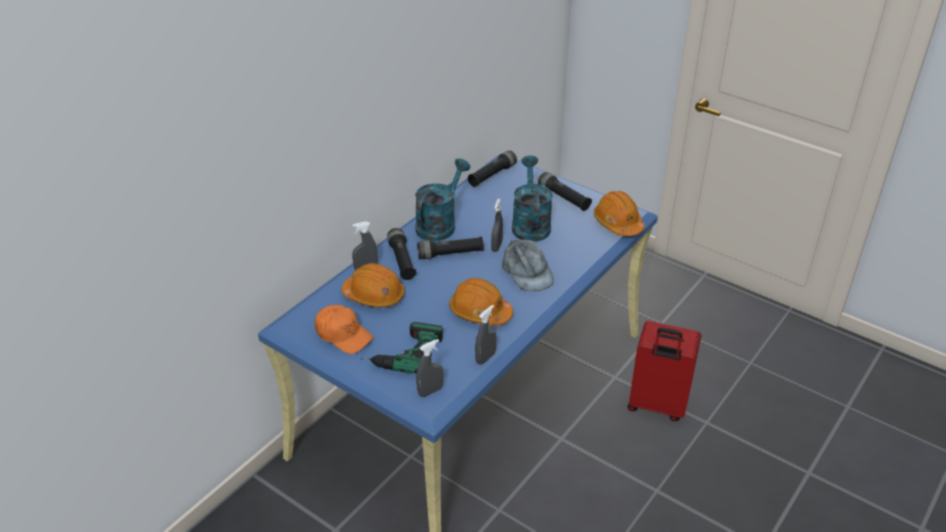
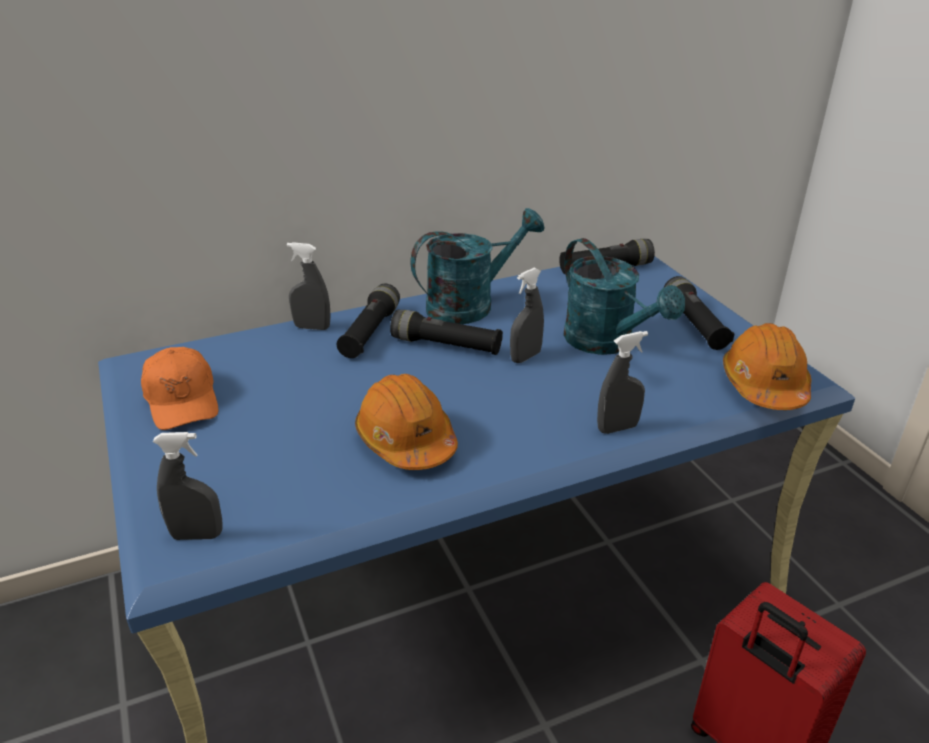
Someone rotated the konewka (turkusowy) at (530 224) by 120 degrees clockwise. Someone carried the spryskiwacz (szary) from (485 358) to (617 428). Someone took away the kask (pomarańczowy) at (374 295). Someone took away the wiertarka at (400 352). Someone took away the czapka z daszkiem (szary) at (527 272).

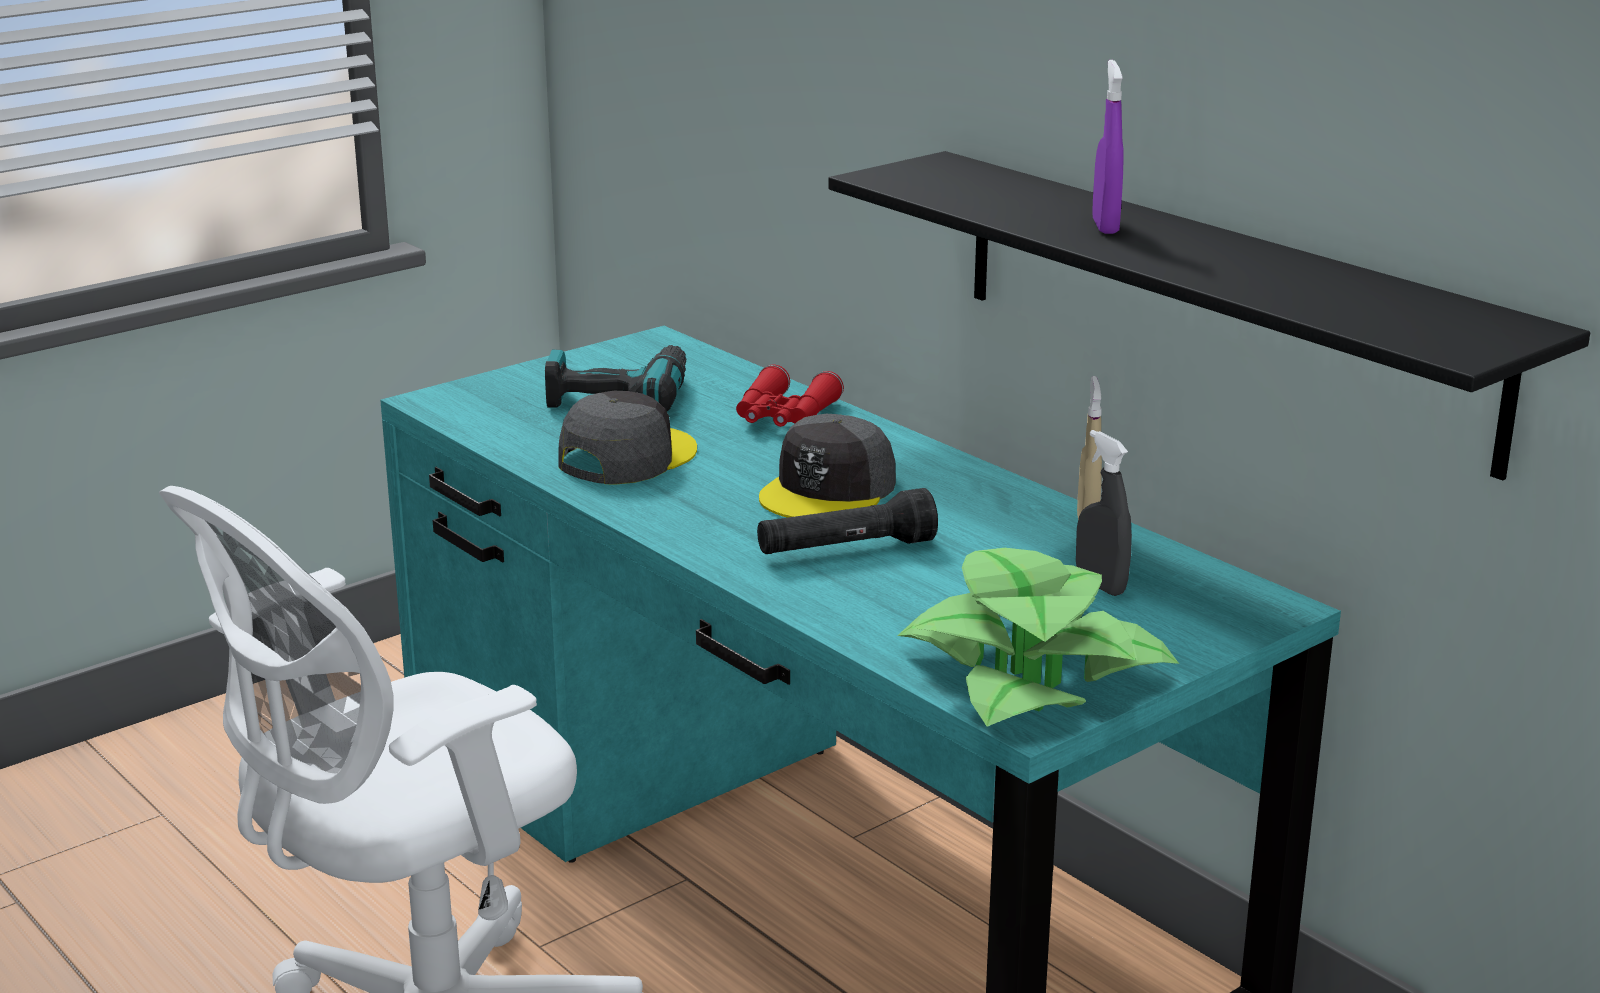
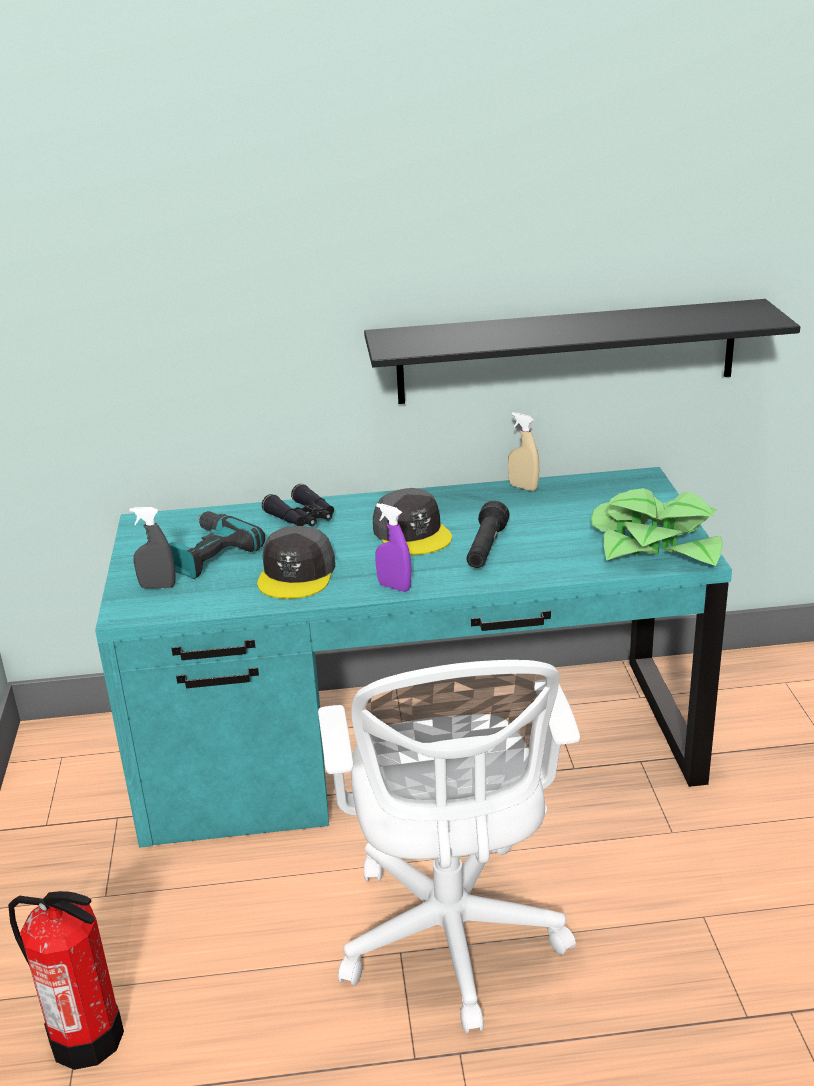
Someone put down the gaśnica at (86 1037). Someone carried the spryskiwacz (szary) from (1100 585) to (158 587). Someone rotated the czapka z daszkiem (szary) at (626 457) by 150 degrees counterclockwise. Someone repainted the lornetka (czerwony) at (784 416), which became the lornetka (czarny) at (303 518). Someone carried the spryskiwacz (fioletowy) from (1105 226) to (394 587).

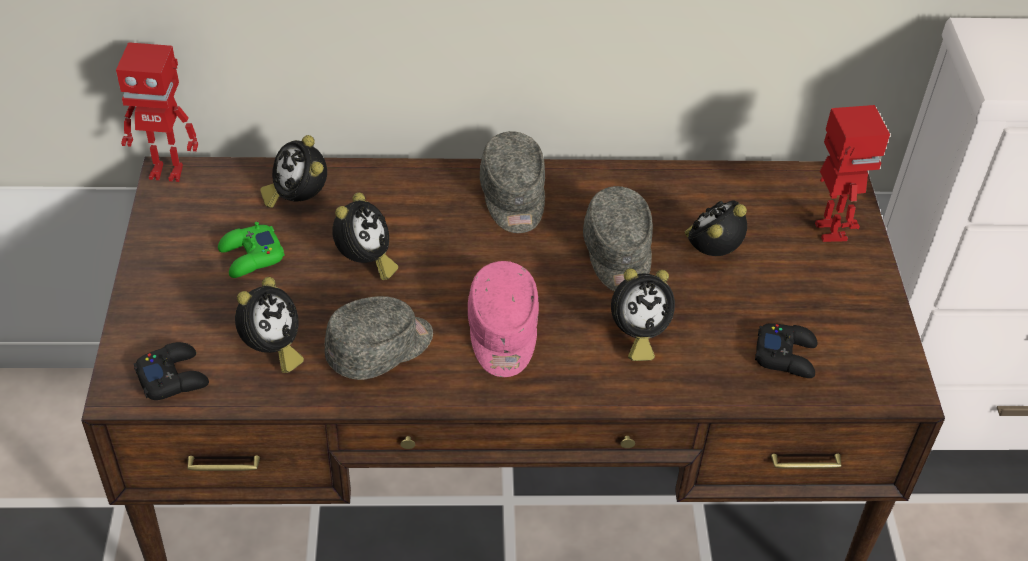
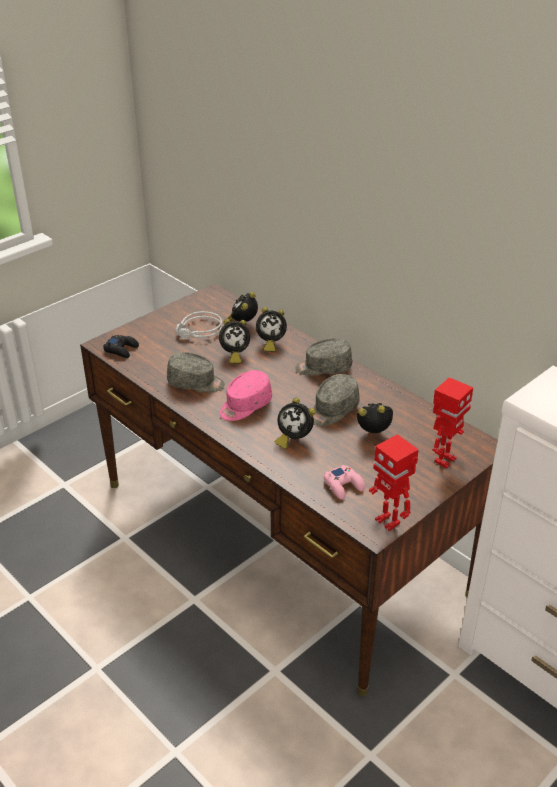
Someone swapped the pad do gier (zielony) at (251 257) for the słuchawki (szary) at (199 331). Someone carried the budzik from (271 350) to (270 343). Someone rotated the czapka z daszkiem (szary) at (513 197) by 45 degrees clockwise. Someone repainted the pad do gier (czarny) at (786 355), which became the pad do gier (różowy) at (344 486). Someone carried the robot zabawkowy from (167 171) to (388 521).

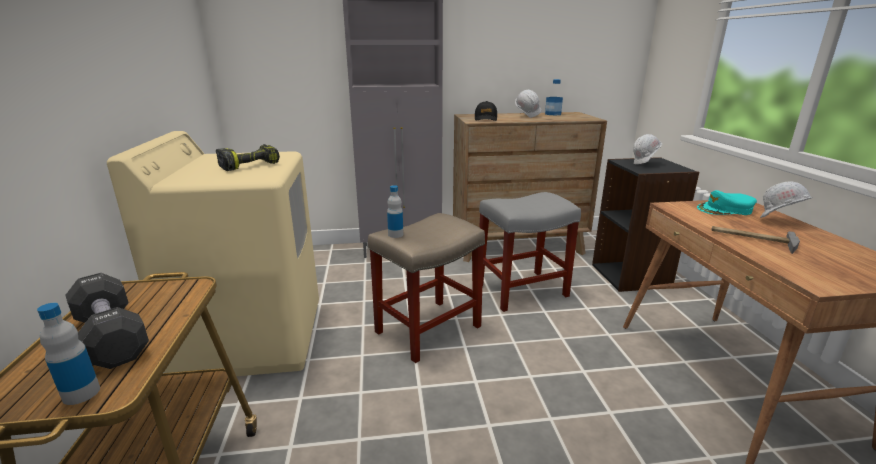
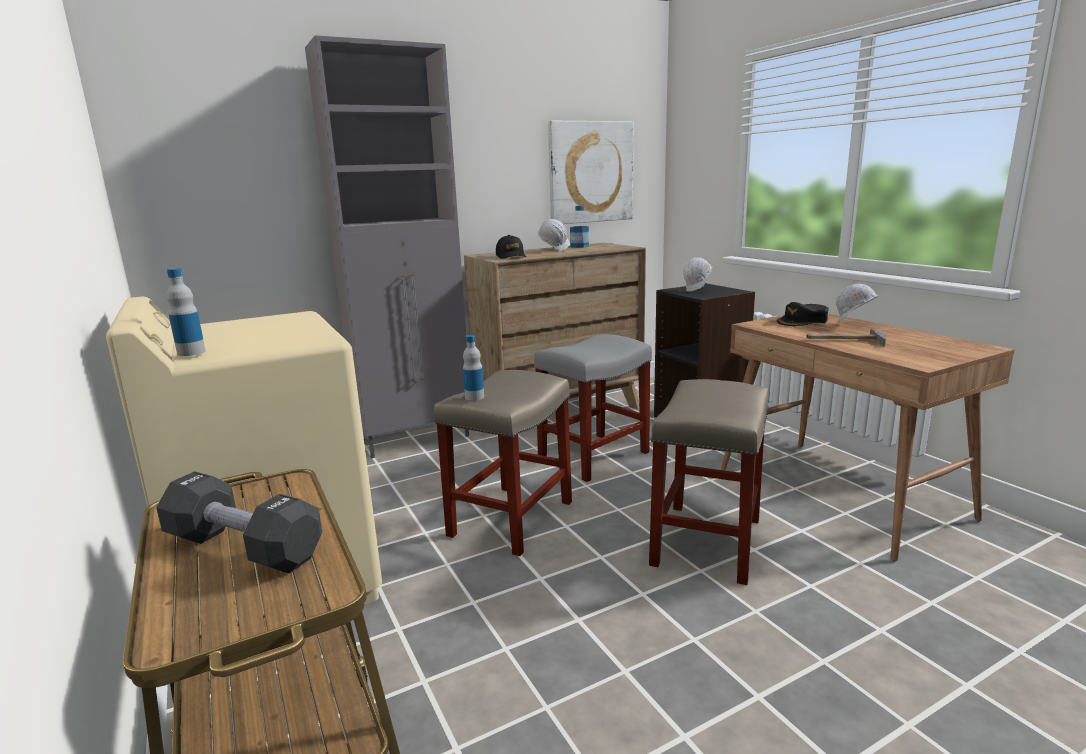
Someone carried the butelka from (81 393) to (191 352). Someone put up the obraz at (590 172). Someone put down the stołek (beżowy) at (706 540). Someone repainted the czapka z daszkiem (turkusowy) at (725 210), which became the czapka z daszkiem (czarny) at (802 321). Someone took away the wiertarka at (250 165).

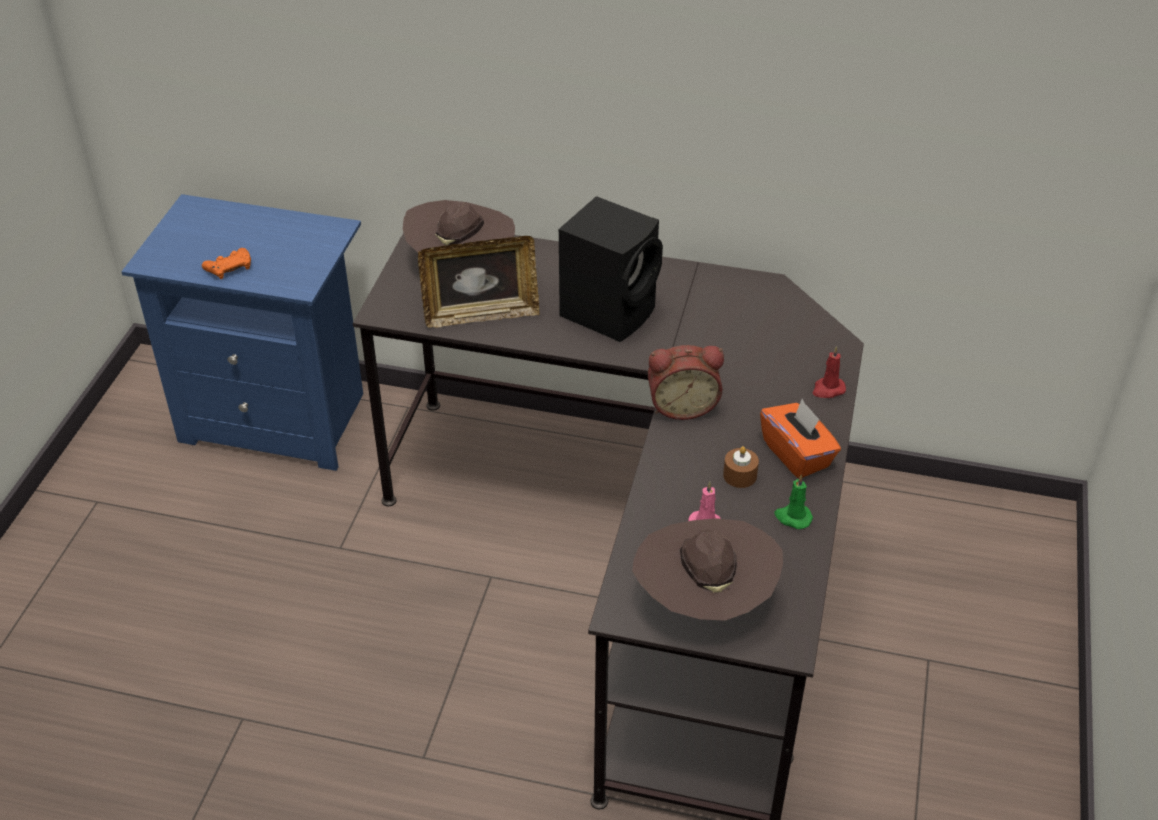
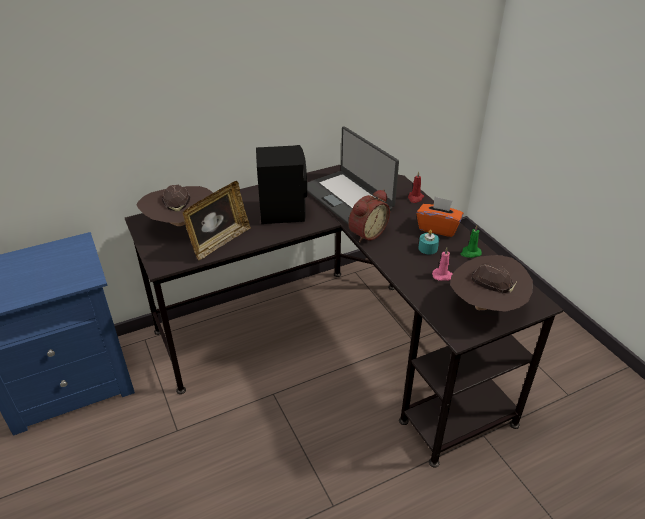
Someone put down the laptop at (347 197). Someone repainted the świeca (brązowy) at (740 475), which became the świeca (turkusowy) at (428 248). Someone took away the pad do gier (pomarańczowy) at (229 268).

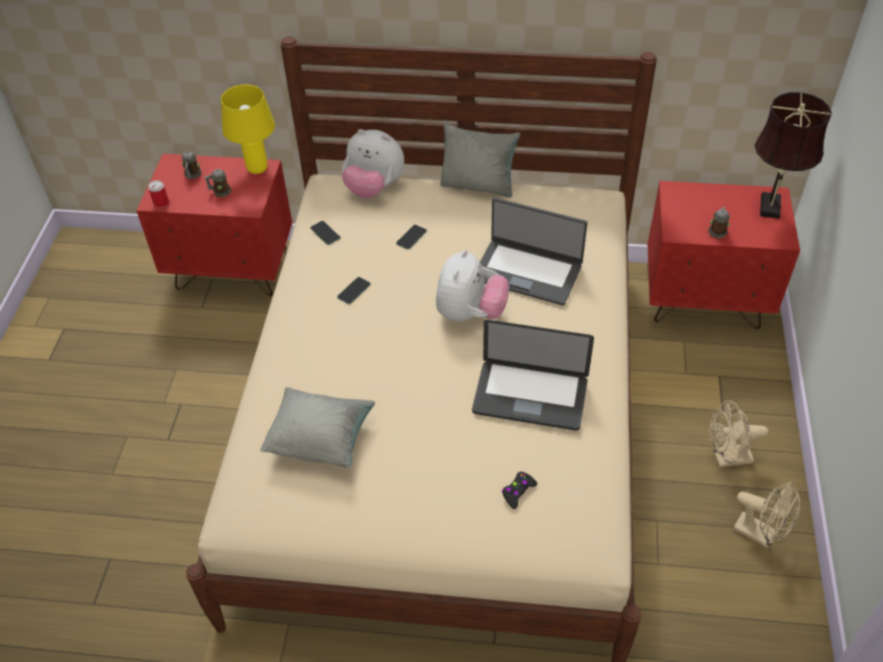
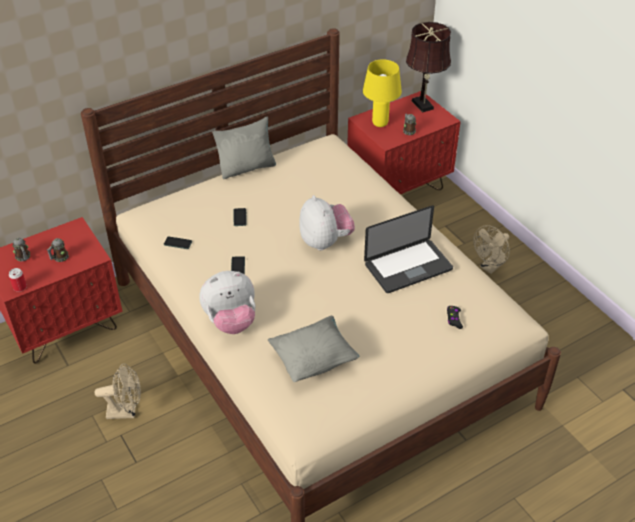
Someone carried the wentylator (beżowy) from (760 534) to (126 411). Someone carried the pluszak from (374 188) to (231 321). Someone carried the lampa stołowa (żółty) from (258 168) to (380 123). Someone took away the laptop at (527 271).

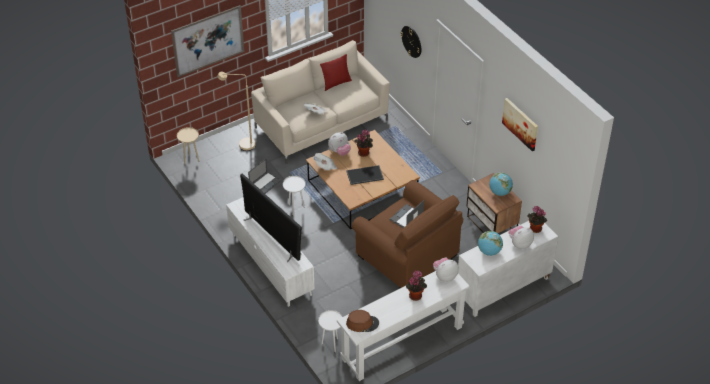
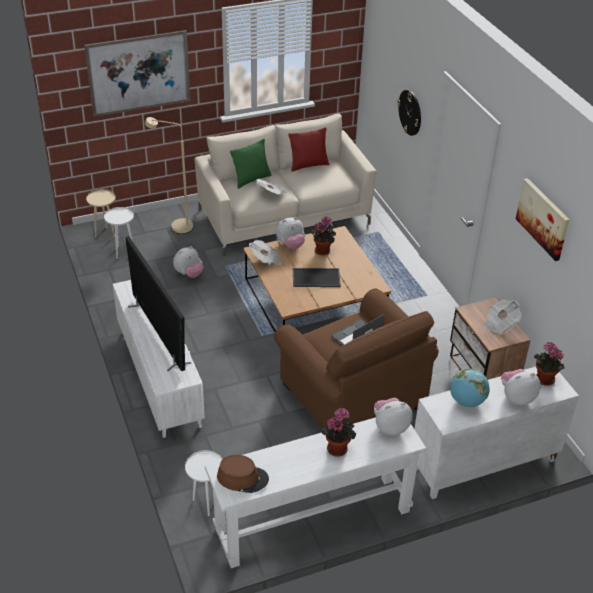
Someone carried the stolik (biały) from (295 209) to (123 252). Someone swapped the laptop at (265 183) for the pluszak at (189 274). Someone put down the poduszka (zielony) at (251 179). Someone swapped the globus at (500 192) for the gazeta at (499 324).

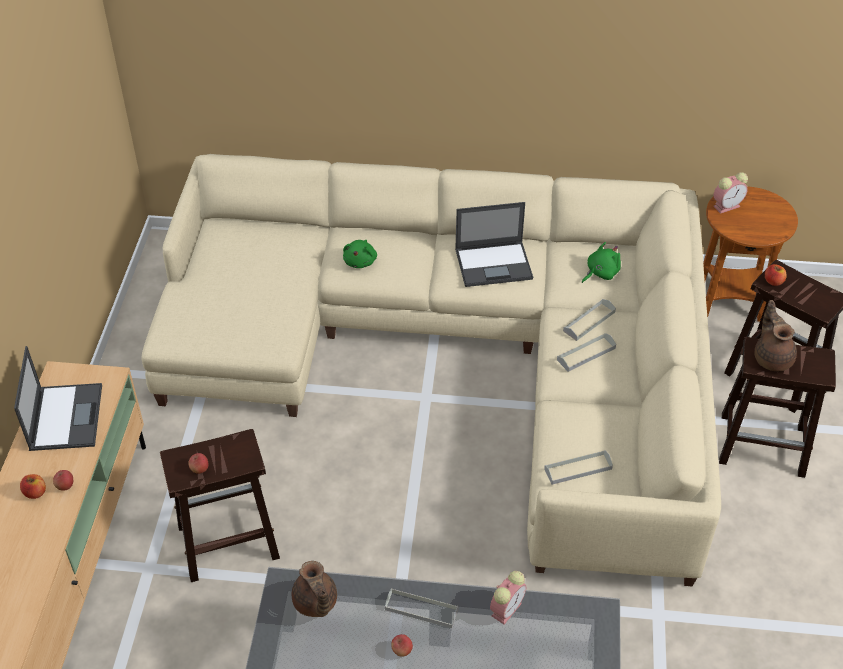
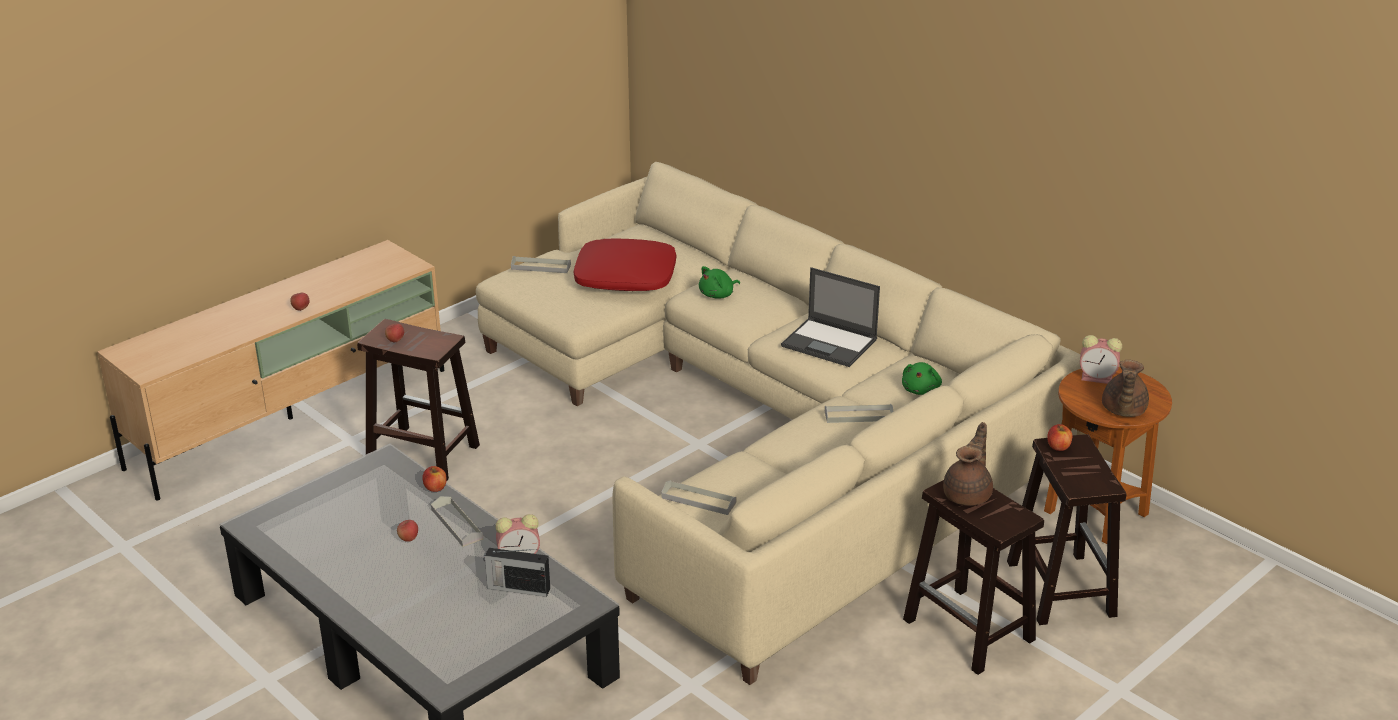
Someone carried the jabłko from (35 492) to (435 488). Someone put down the radio at (517 588). Someone carried the taca (szary) from (586 354) to (541 267). Someone put down the poduszka (czerwony) at (626 277). Someone rotated the pluszak (zielony) at (600 273) by 105 degrees clockwise. Someone carried the imbryk (brązowy) from (315 603) to (1122 410). Someone took away the laptop at (66 416).

